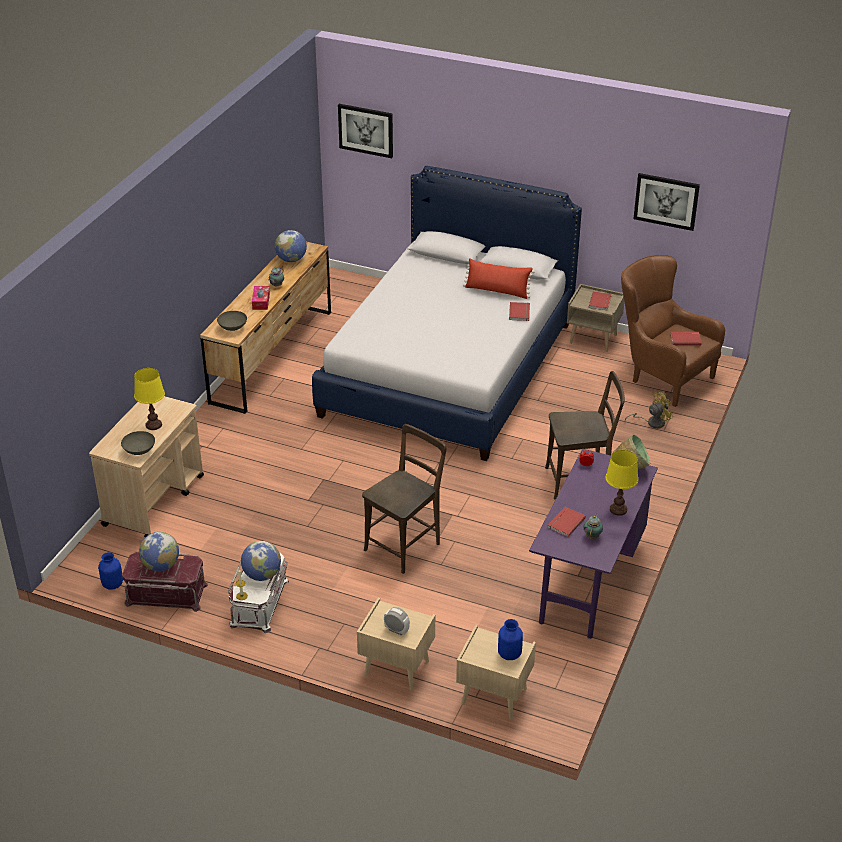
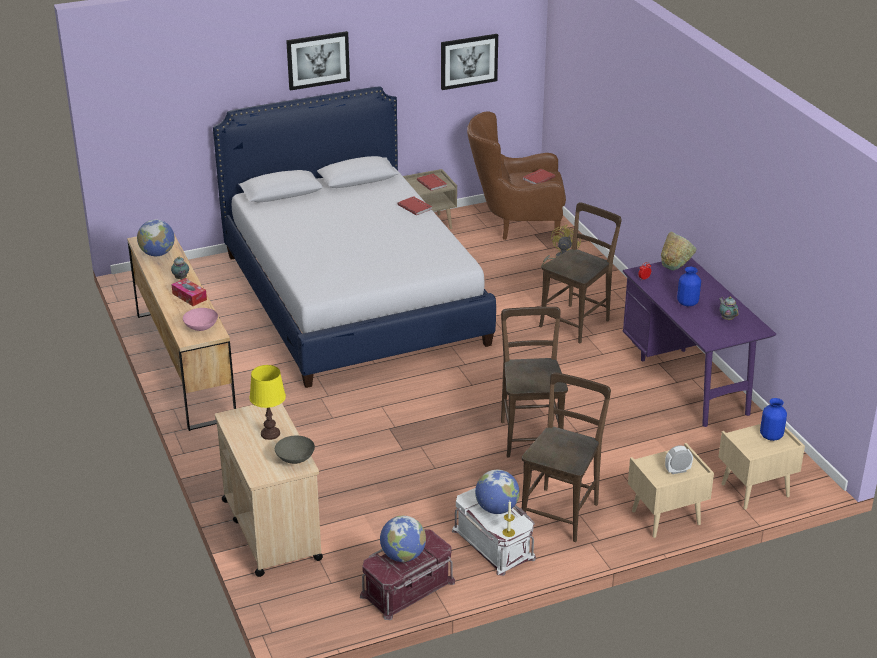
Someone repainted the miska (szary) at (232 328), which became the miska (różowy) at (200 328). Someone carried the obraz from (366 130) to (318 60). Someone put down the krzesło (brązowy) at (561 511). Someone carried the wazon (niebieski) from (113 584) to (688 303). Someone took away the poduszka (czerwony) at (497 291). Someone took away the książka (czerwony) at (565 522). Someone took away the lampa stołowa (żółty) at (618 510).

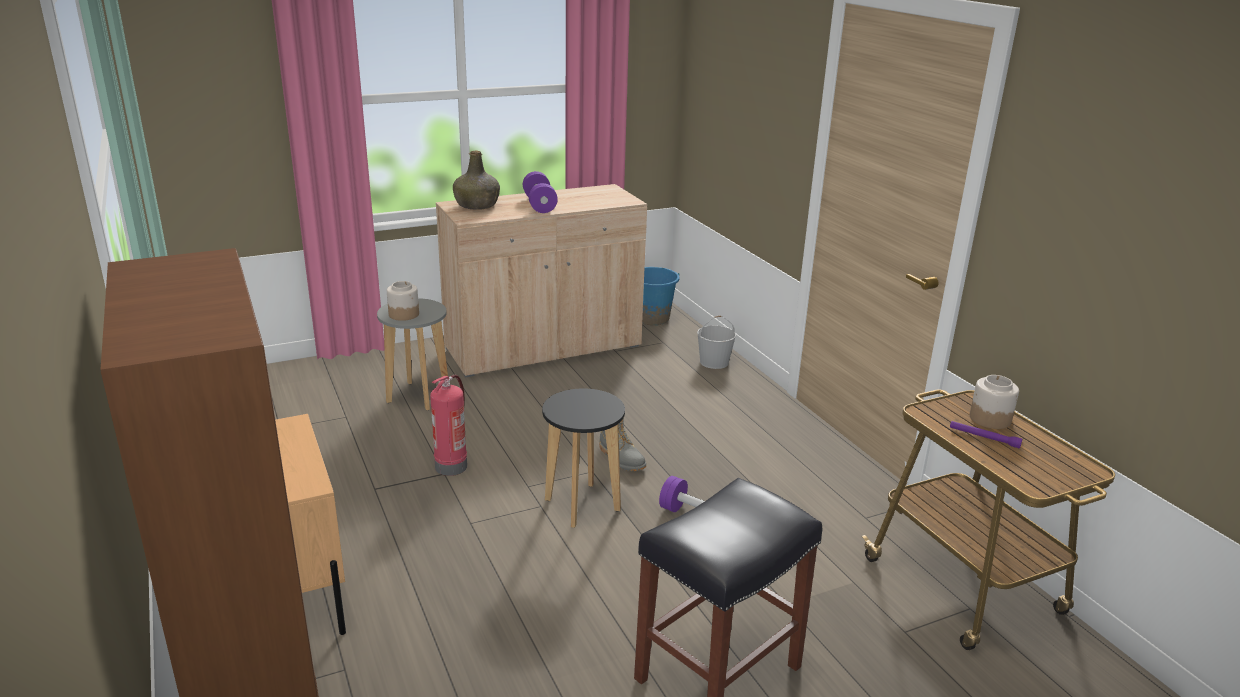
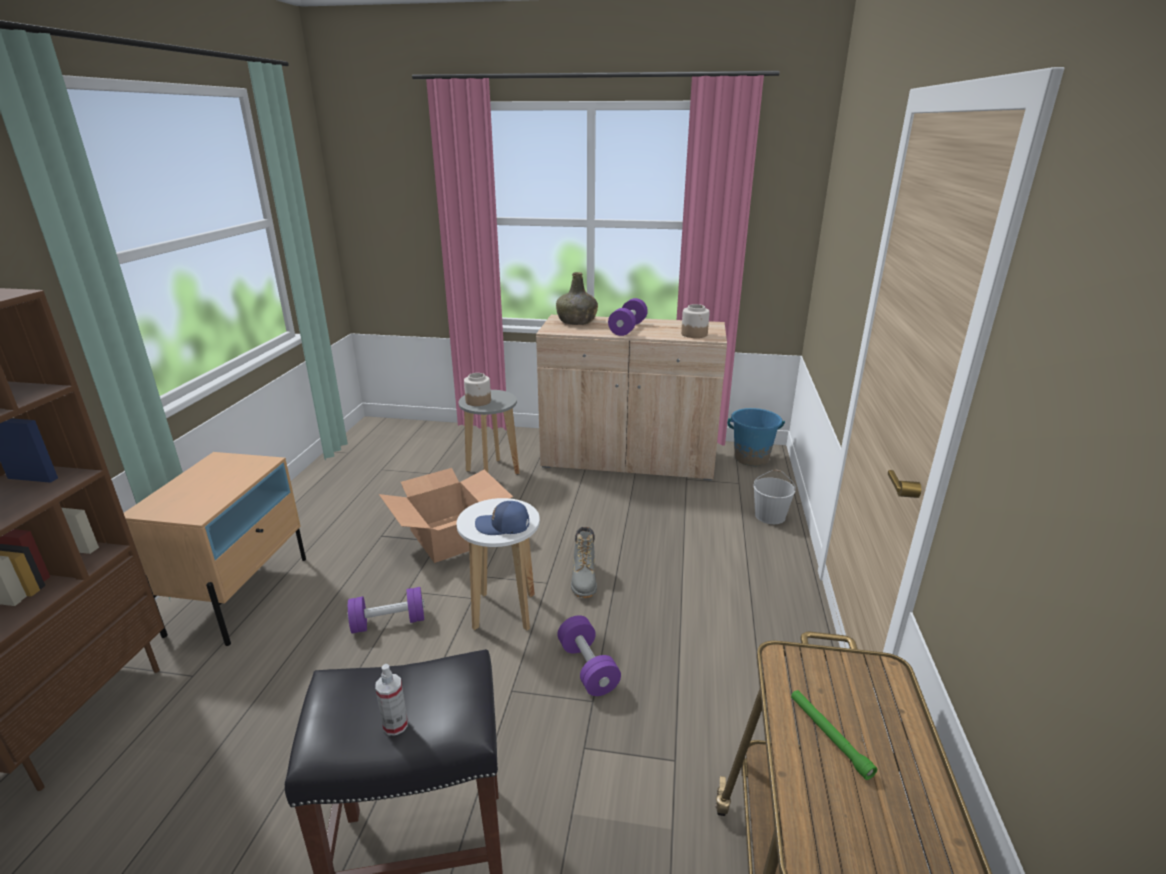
Someone put down the hantel (fioletowy) at (388 622). Someone put down the spryskiwacz at (395 725). Someone swapped the gaśnica at (451 465) for the karton at (450 536). Someone repainted the stołek (czarny) at (582 505), which became the stołek (biały) at (504 611). Someone put down the czapka z daszkiem (niebieski) at (503 526). Someone carried the słoik from (990 419) to (694 334). Someone repainted the latarka (fioletowy) at (984 438), which became the latarka (zielony) at (829 736).

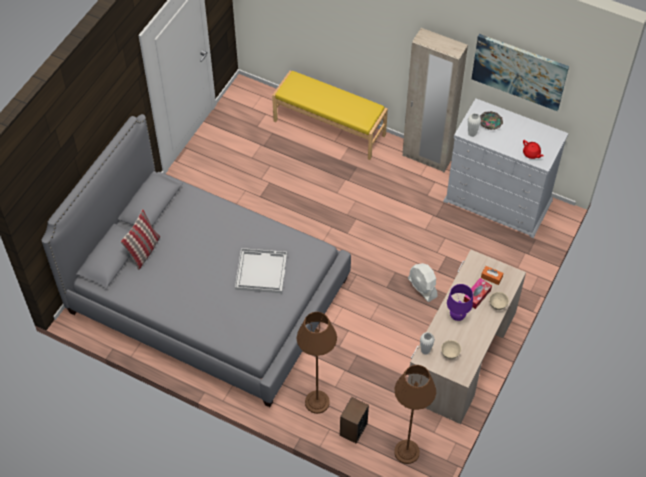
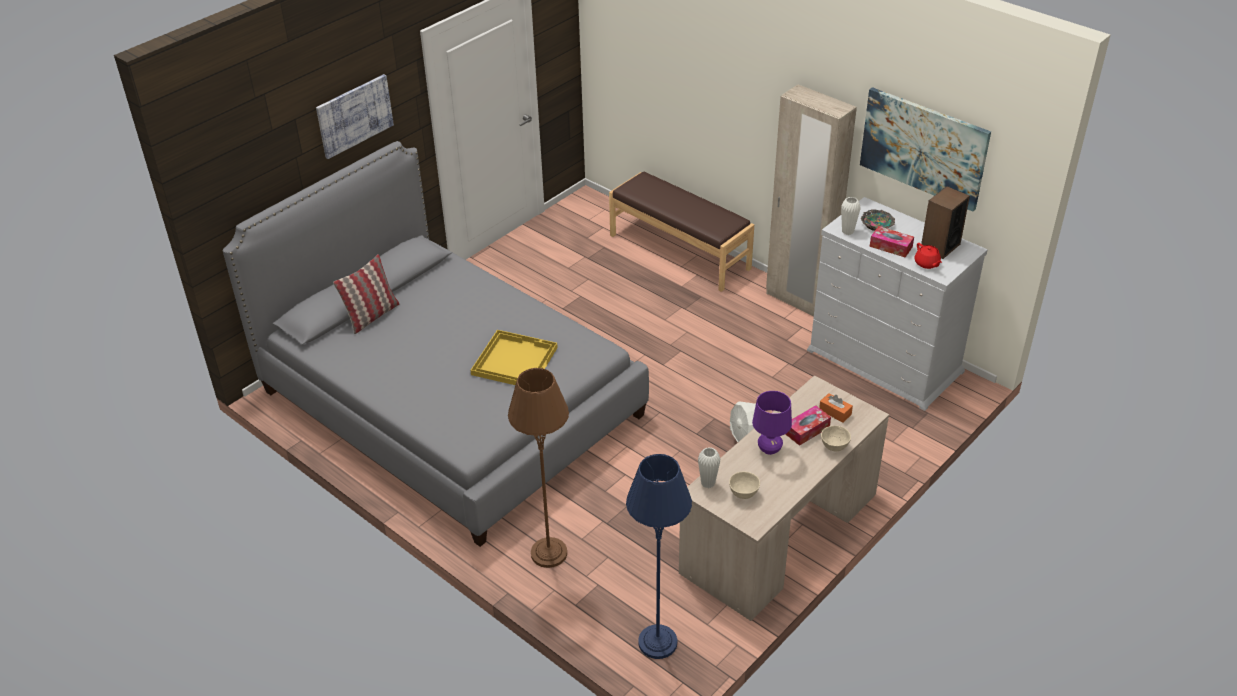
Someone put up the obraz at (354 115). Someone repainted the taca (biały) at (261 271), which became the taca (żółty) at (514 360). Someone repainted the ławka (żółty) at (329 127), which became the ławka (brązowy) at (680 251). Someone repainted the lampa stojąca (brązowy) at (406 452), which became the lampa stojąca (niebieski) at (657 643). Someone put down the pudełko chusteczek at (891 246). Someone carried the głośnik from (353 429) to (940 246).

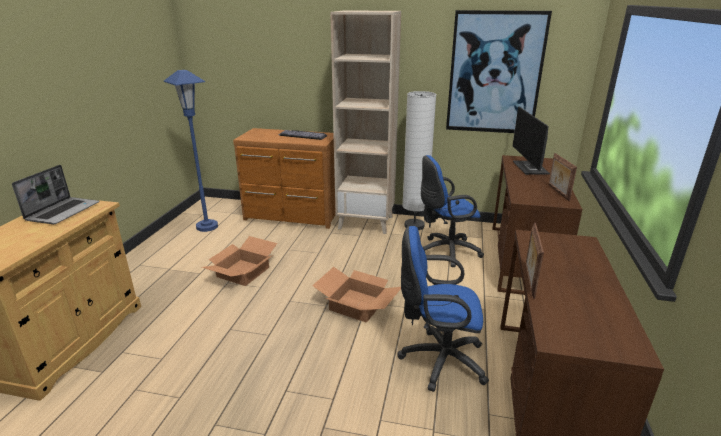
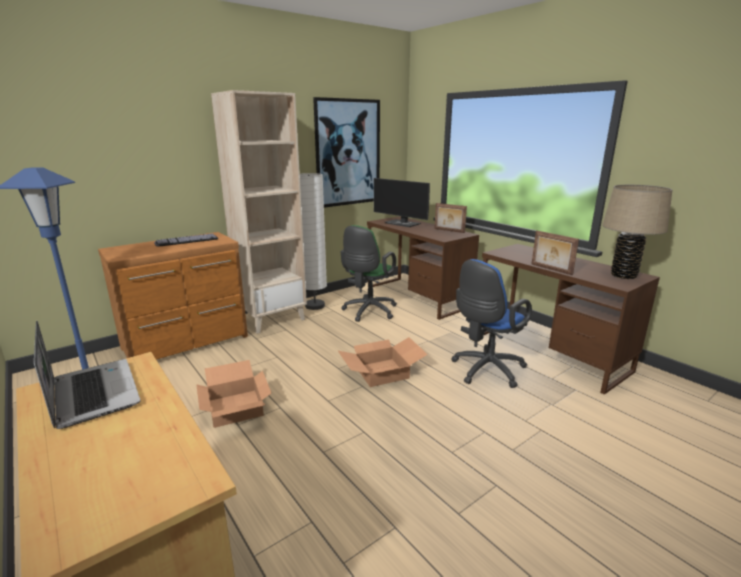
Someone repainted the krzesło biurowe (niebieski) at (446 251), which became the krzesło biurowe (zielony) at (368 312). Someone put down the lampa stołowa (beżowy) at (623 275).

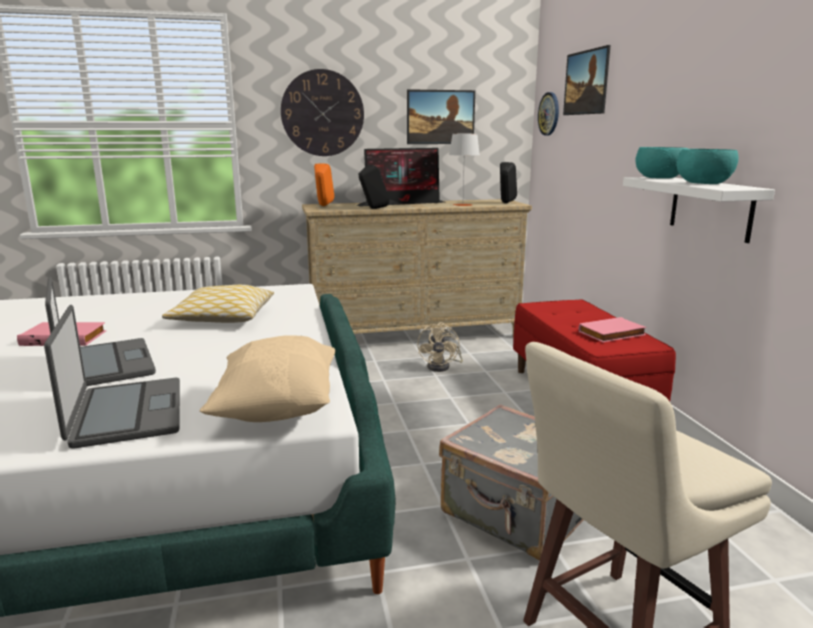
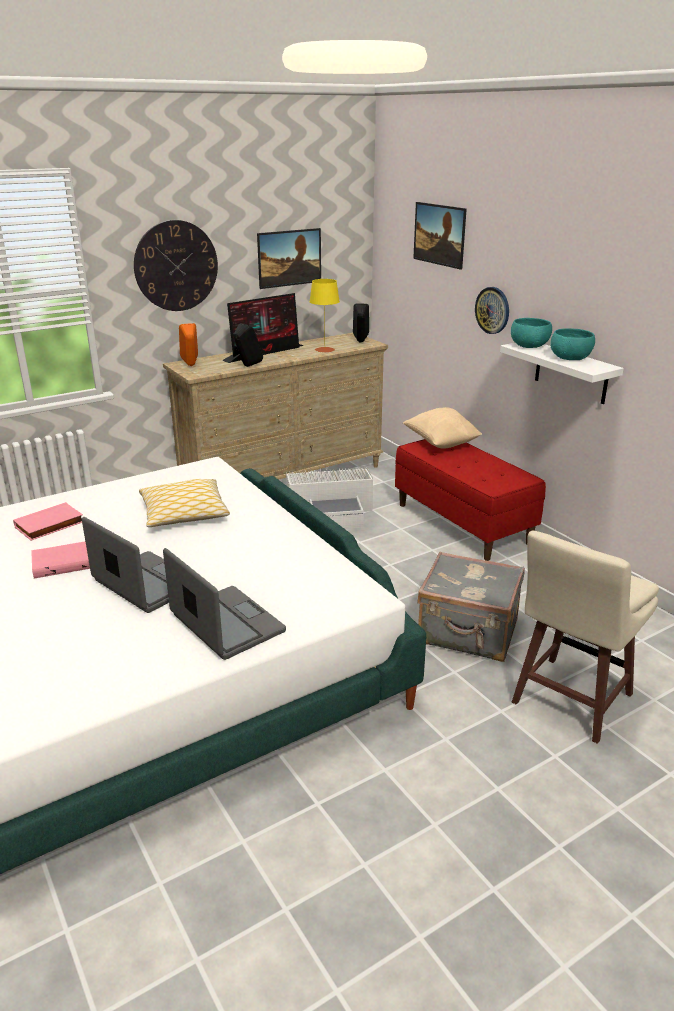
Someone carried the książka (różowy) from (612 334) to (50 525). Someone swapped the wentylator (beżowy) at (442 366) for the pojemnik do przechowywania (biały) at (332 511). Someone repainted the lampa stołowa (szary) at (462 205), which became the lampa stołowa (żółty) at (324 349). Someone carried the poduszka (beżowy) from (277 408) to (441 443). Someone carried the zegar ścienny from (549 114) to (492 310).

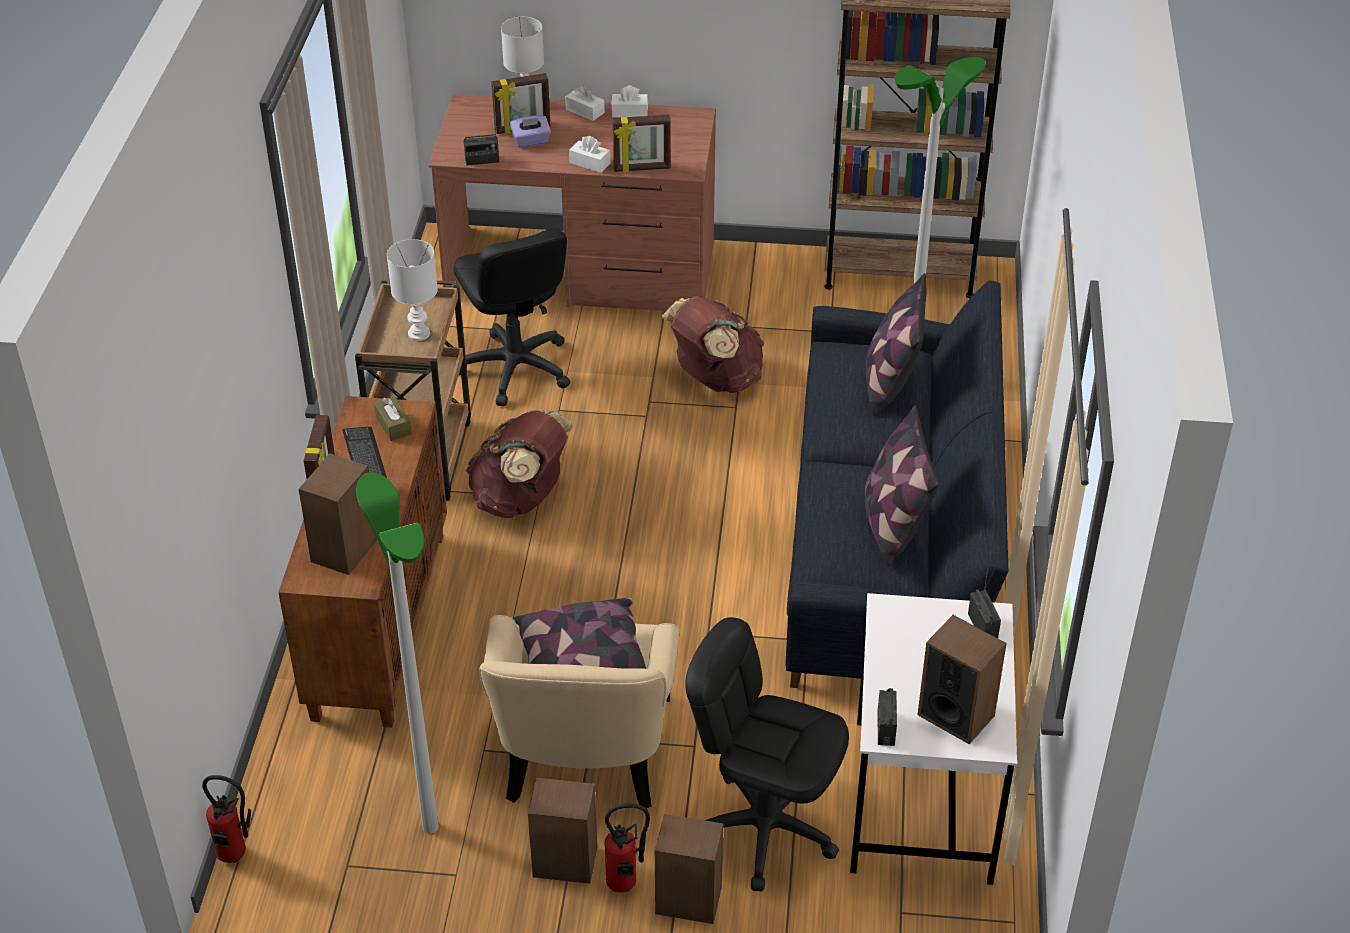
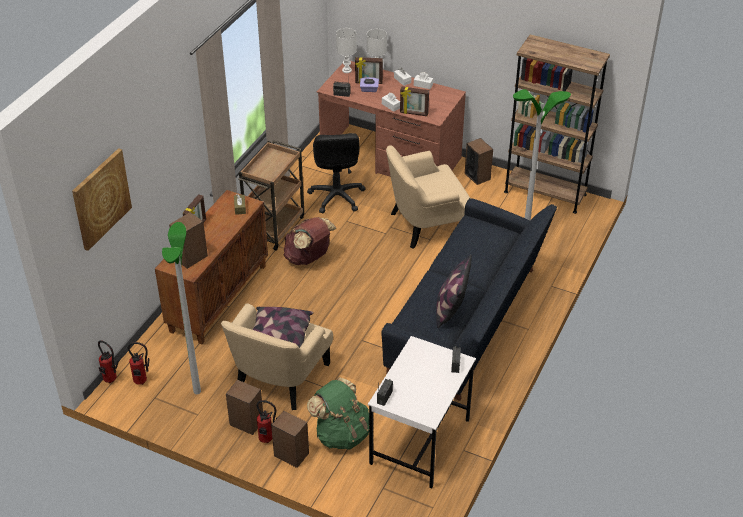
Someone put up the obraz at (101 198). Someone put down the gaśnica at (142 382). Someone swapped the krzesło biurowe (czarny) at (765 828) for the plecak (zielony) at (341 433). Someone carried the lampa stołowa (biały) from (418 334) to (346 70). Someone swapped the plecak (brązowy) at (715 379) for the fotel (beżowy) at (427 224). Someone carried the głośnik from (956 715) to (477 176). Someone took away the klawiatura at (364 456). Someone took away the poduszka at (891 382).

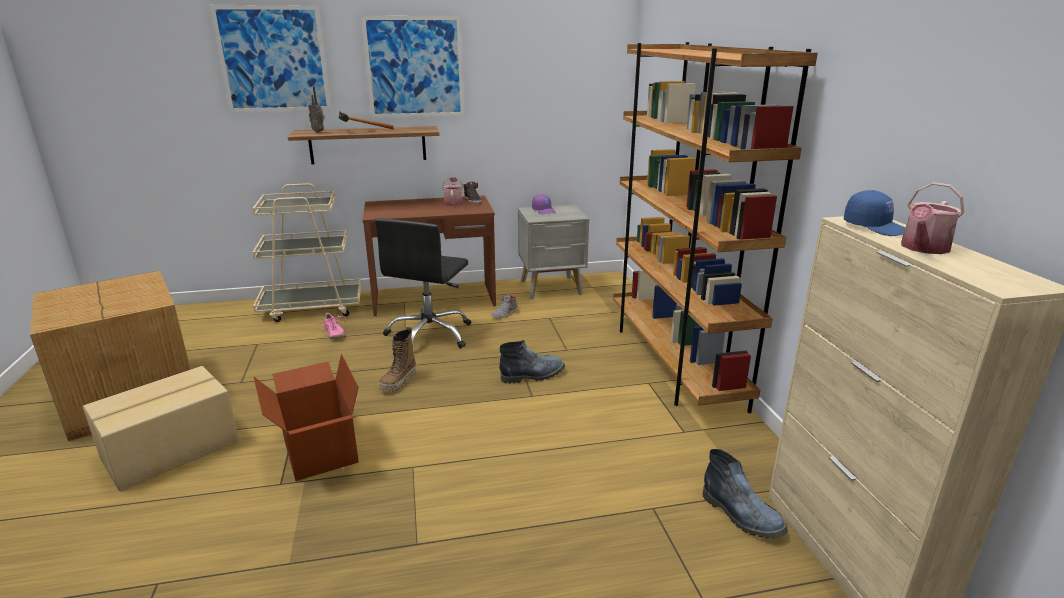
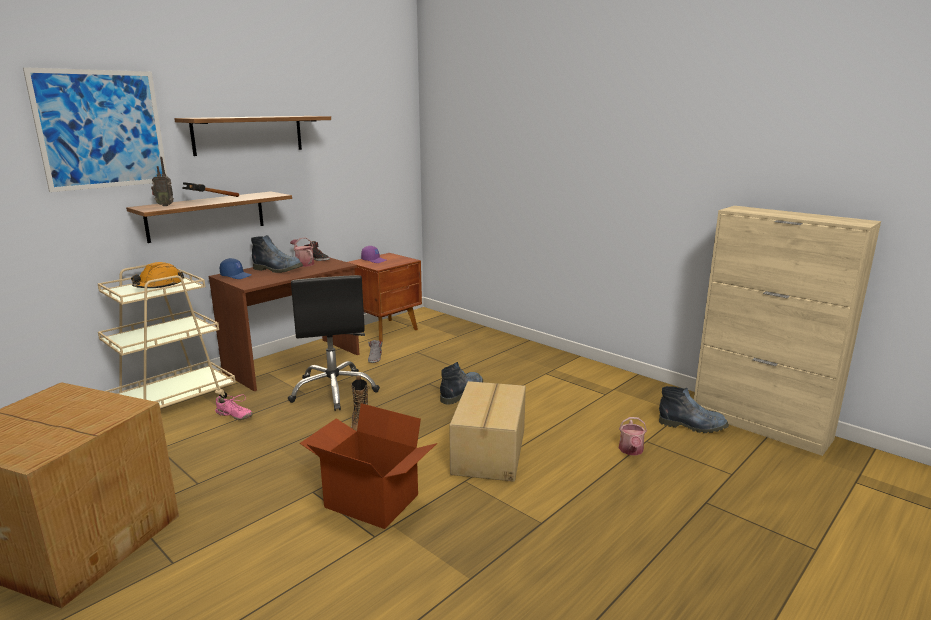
Someone put down the kask (pomarańczowy) at (159 286). Someone swapped the obraz at (415 67) for the półka at (248 134). Someone carried the czapka z daszkiem (niebieski) from (876 227) to (236 276). Someone put down the but z cholewką at (278 270). Someone repainted the szafka nocna (szary) at (552 288), which became the szafka nocna (brązowy) at (387 330). Someone carried the karton from (172 449) to (490 451). Someone carried the konewka from (922 248) to (631 451). Someone took away the regał (brązowy) at (673 362).

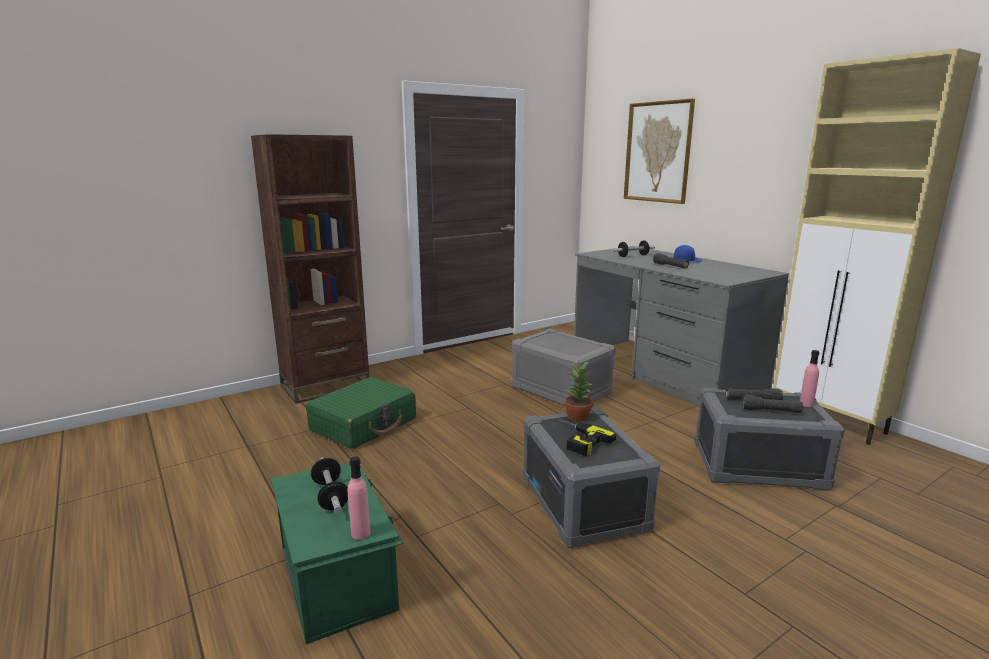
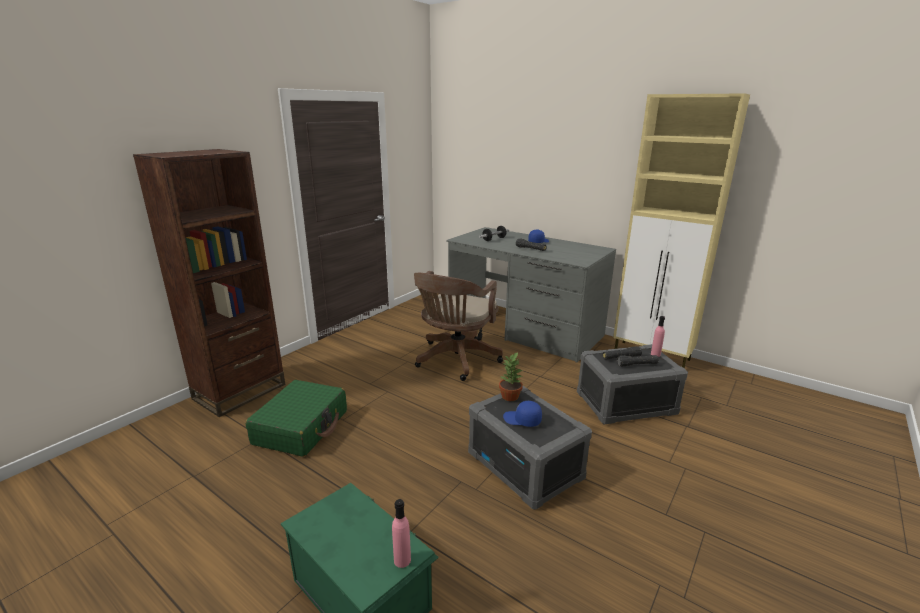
Someone swapped the pojemnik do przechowywania (szary) at (560 390) for the krzesło biurowe (brązowy) at (455 360). Someone swapped the wiertarka at (576 440) for the czapka z daszkiem (niebieski) at (522 420). Someone took away the hantel at (330 496). Someone took away the obraz at (658 152).

